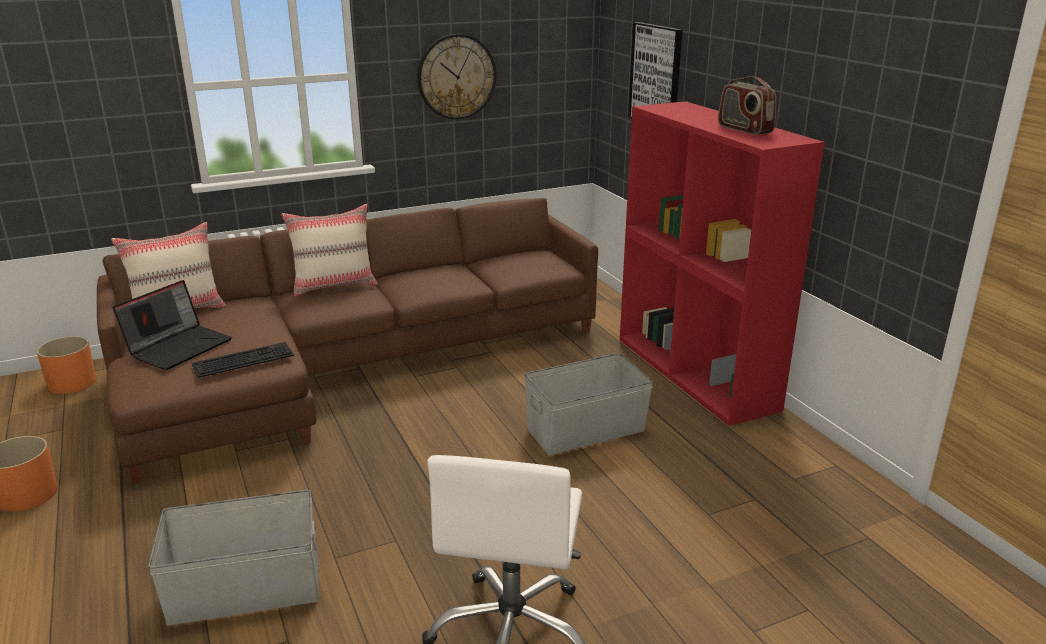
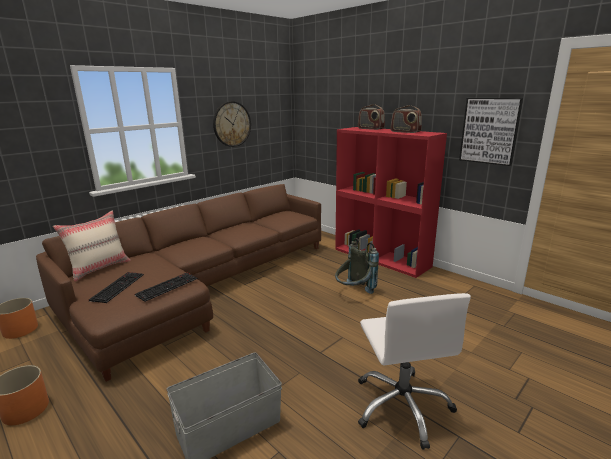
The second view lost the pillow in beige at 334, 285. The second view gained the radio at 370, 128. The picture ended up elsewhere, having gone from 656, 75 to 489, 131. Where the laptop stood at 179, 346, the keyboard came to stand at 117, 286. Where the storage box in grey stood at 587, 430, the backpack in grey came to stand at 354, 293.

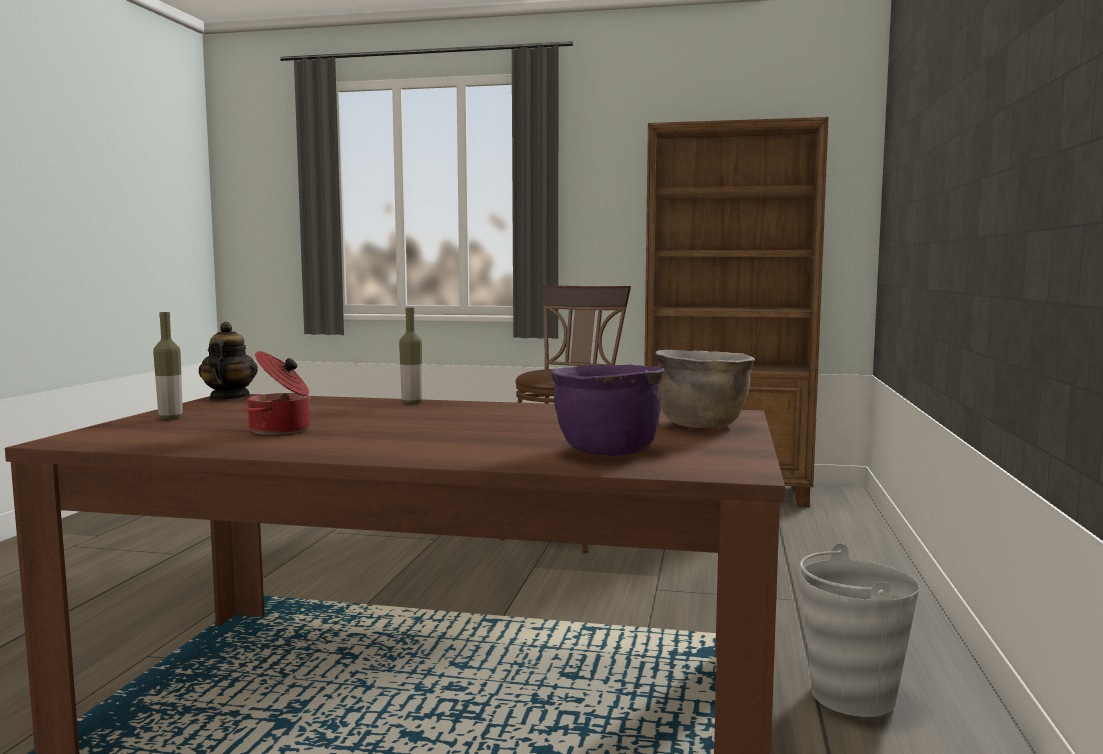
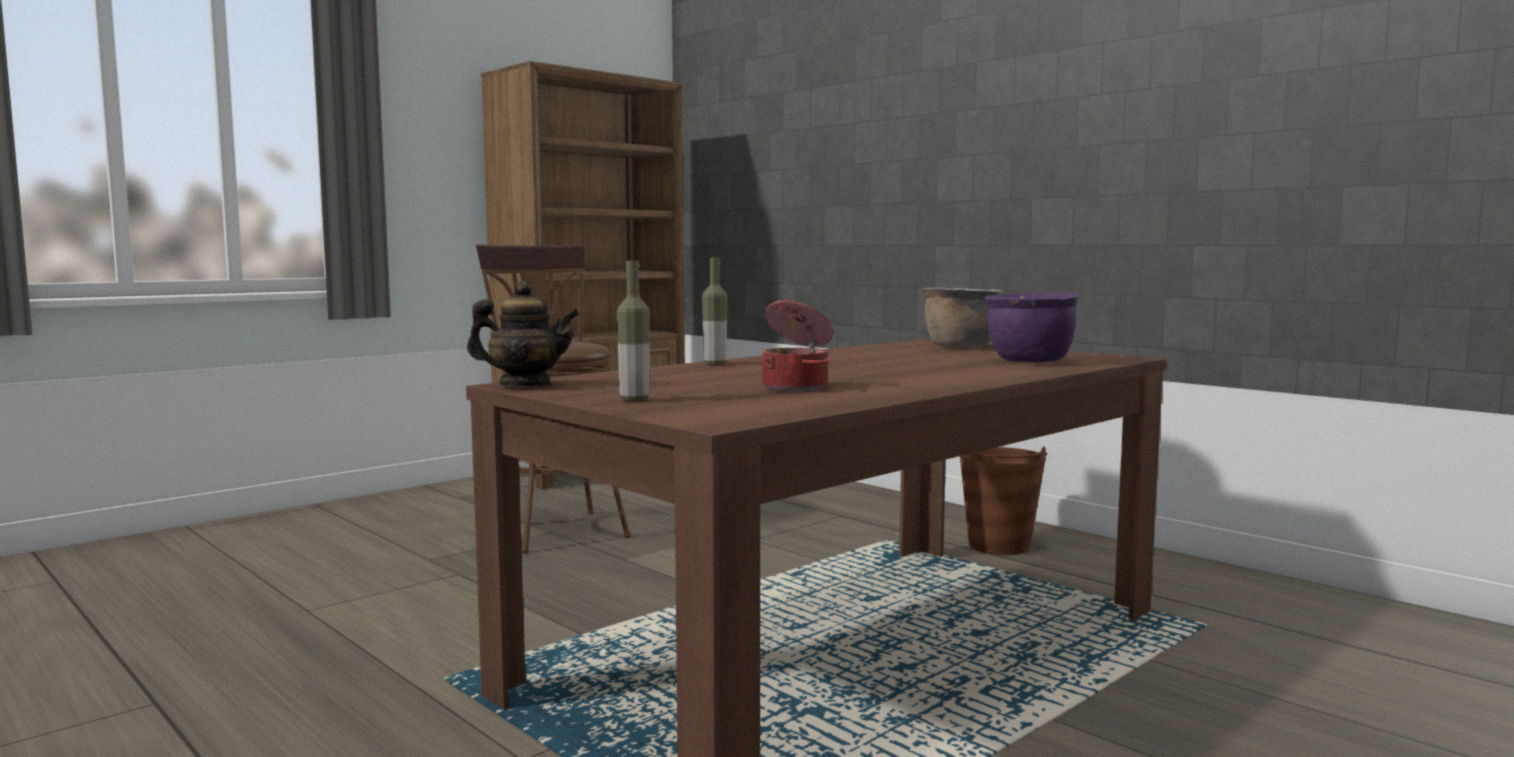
What was the bucket in grey at 851, 696 turned into the bucket in brown at 998, 546. The teapot at 228, 398 ended up facing another way, 150 degrees clockwise from before.

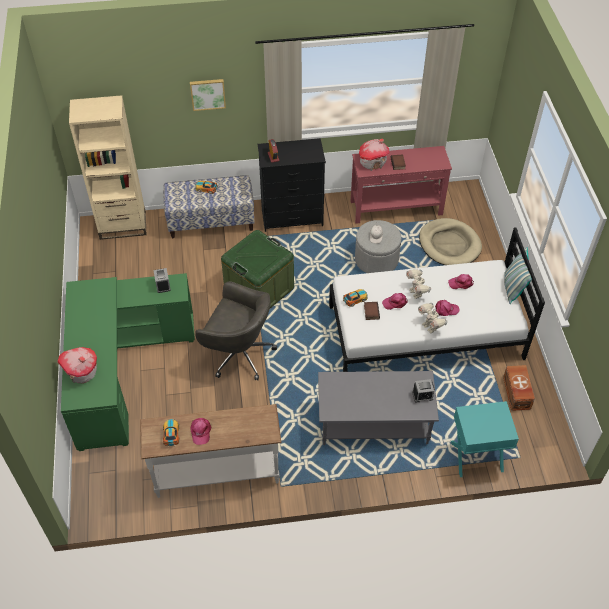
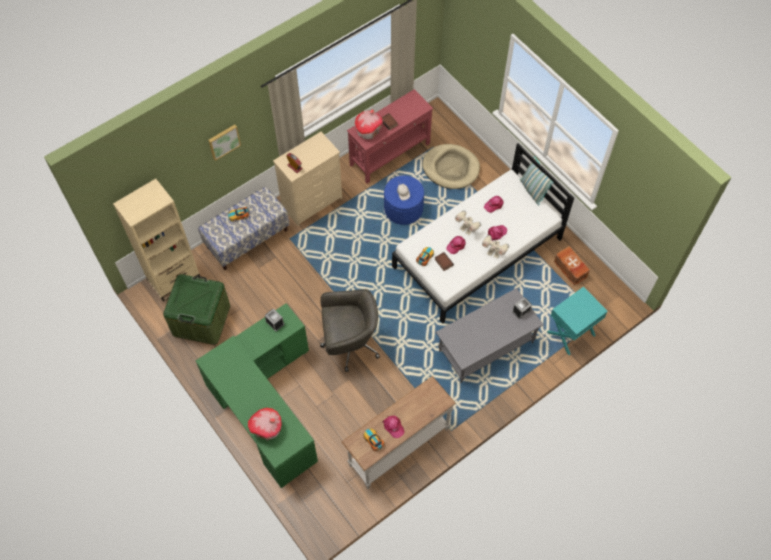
The storage box in green ended up elsewhere, having gone from 259, 289 to 201, 320. What was the dresser in black at 292, 217 turned into the dresser in beige at 312, 202. What was the ottoman in grey at 376, 260 turned into the ottoman in blue at 403, 209.

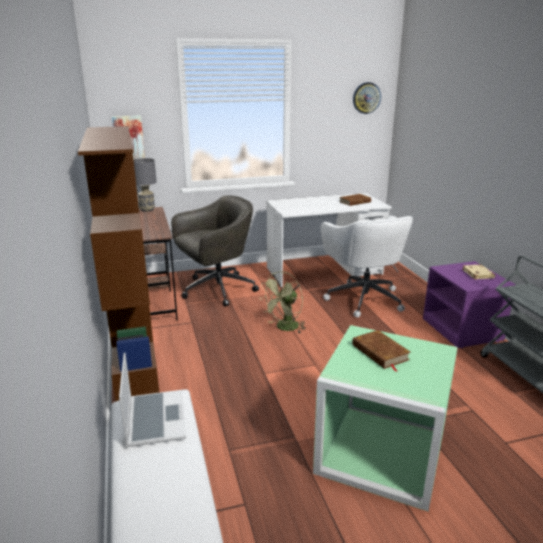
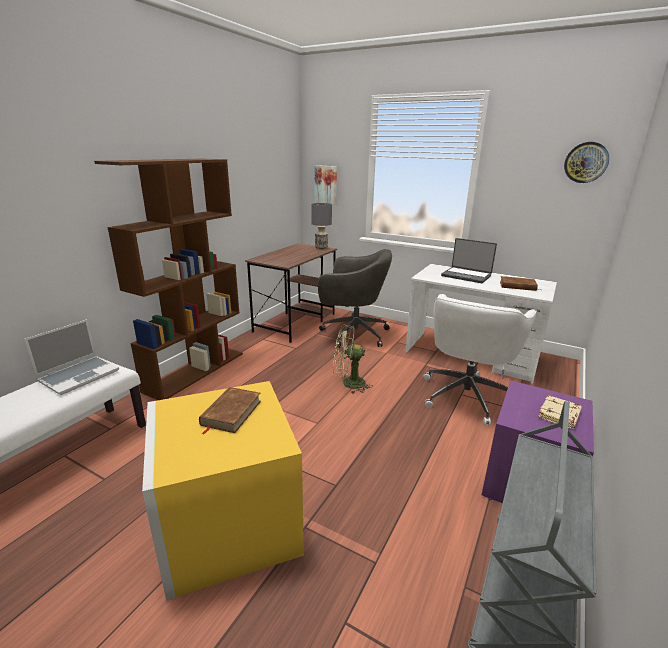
The second view gained the laptop at 466, 276. What was the storage box in green at 378, 453 turned into the storage box in yellow at 227, 522.

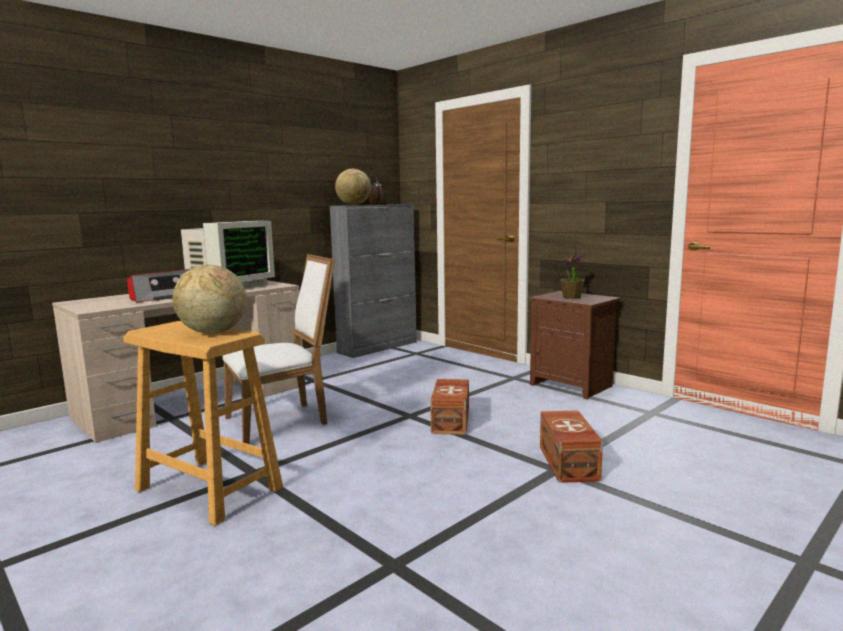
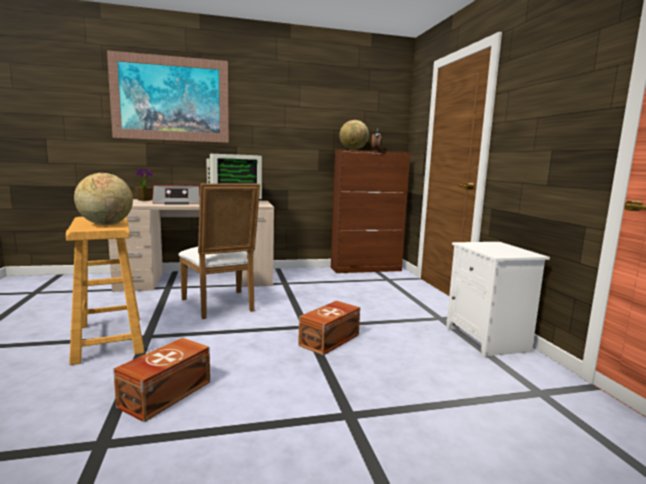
The second view gained the picture at 171, 99. The storage box in brown ended up elsewhere, having gone from 567, 463 to 164, 394. The potted plant ended up elsewhere, having gone from 572, 297 to 144, 200. What was the cabinet in grey at 378, 347 turned into the cabinet in brown at 366, 269. What was the nightstand in brown at 573, 386 turned into the nightstand in white at 488, 340. The chair in white at 282, 420 ended up facing another way, 60 degrees clockwise from before.

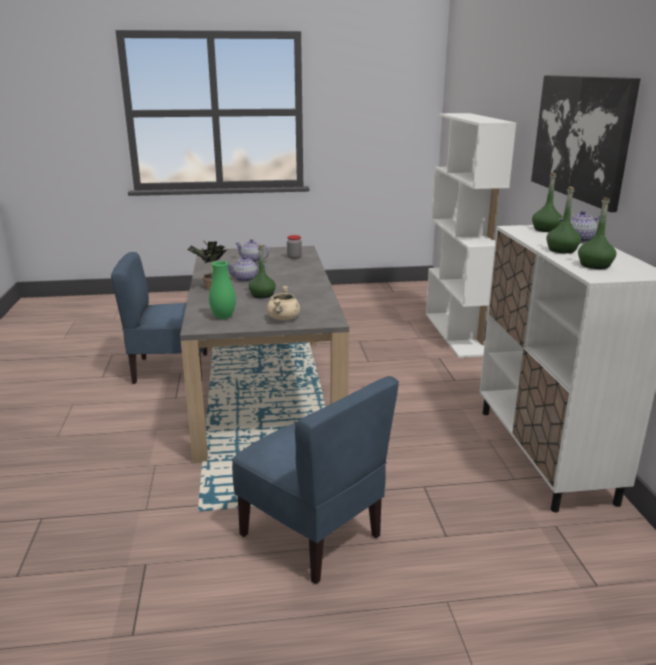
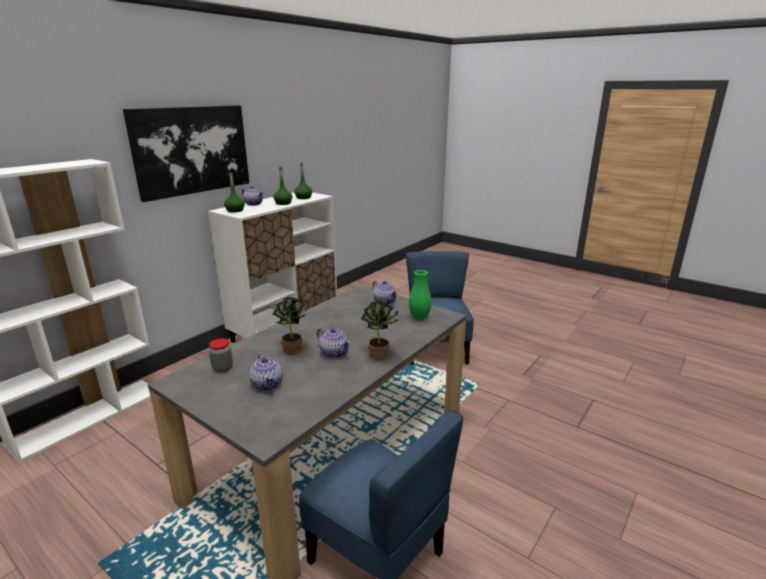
The second view lost the bottle in green at 262, 295. The second view gained the potted plant at 294, 350. Where the cooking pot in beige stood at 283, 318, the teapot came to stand at 384, 301.

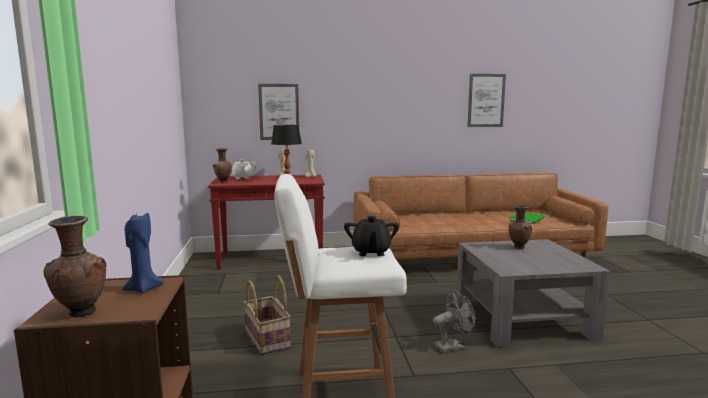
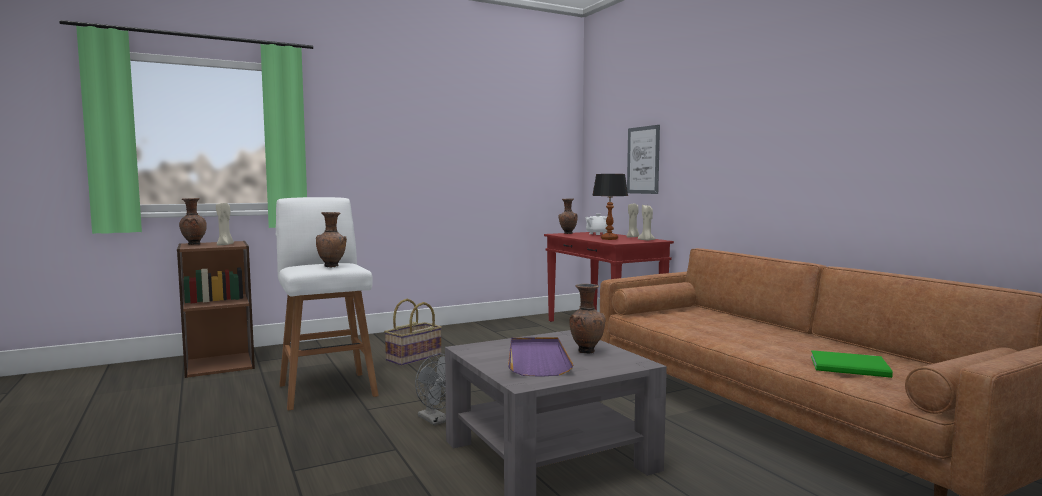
The second view lost the picture at 486, 100. The second view gained the tray in purple at 537, 359. Where the teapot in black stood at 371, 252, the vase in brown came to stand at 332, 266. What was the candle in blue at 143, 289 turned into the candle in beige at 225, 245.

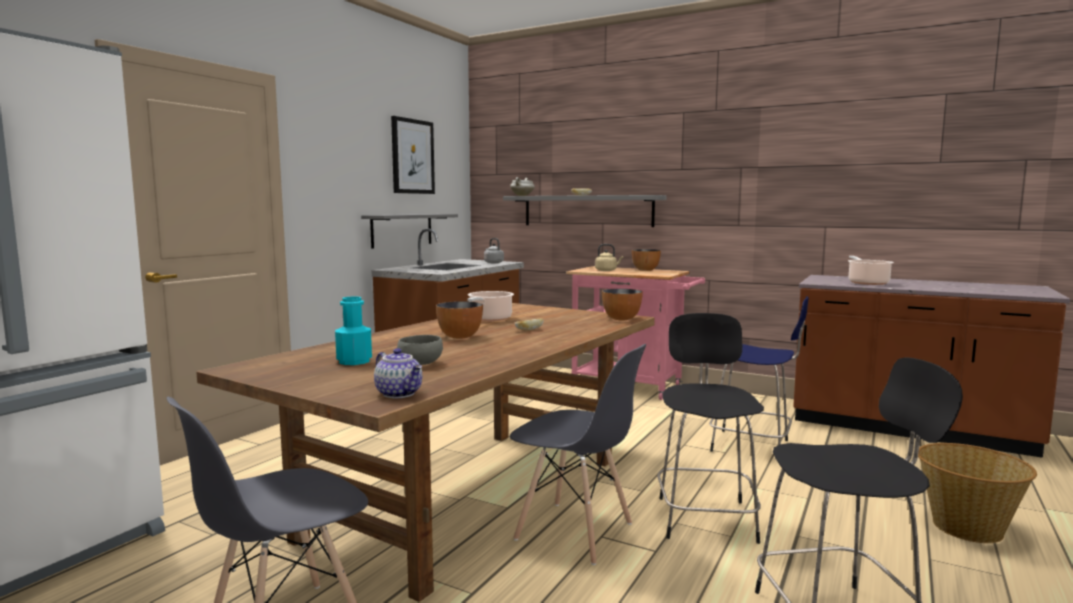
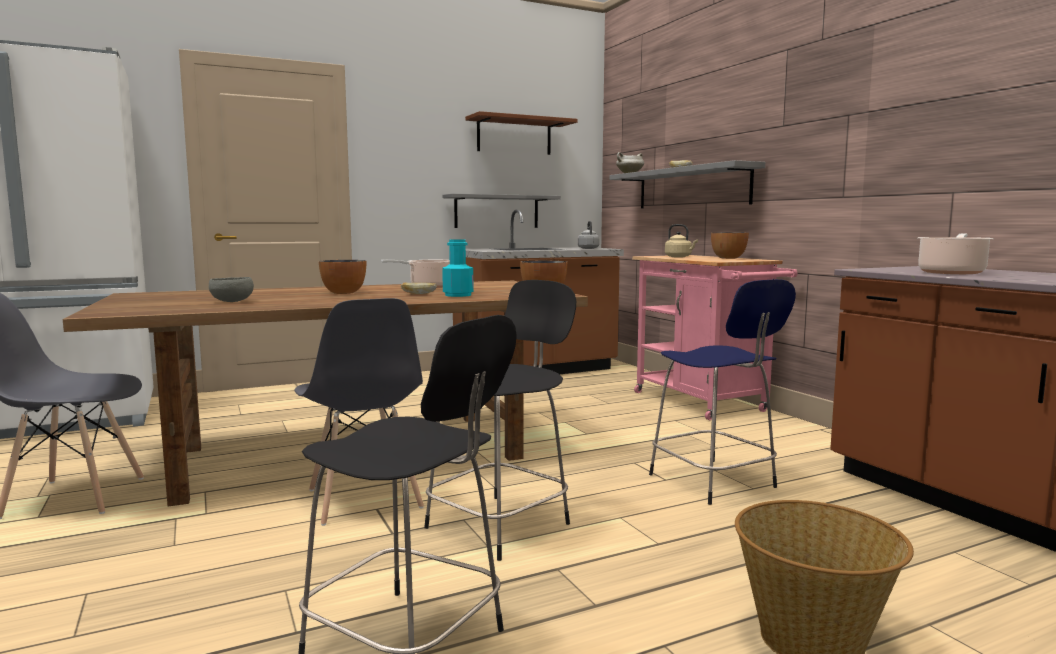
The second view lost the teapot at 400, 393. The bottle in turquoise ended up elsewhere, having gone from 354, 361 to 458, 295. Where the picture hung at 412, 156, the shelf in brown came to hang at 514, 136.

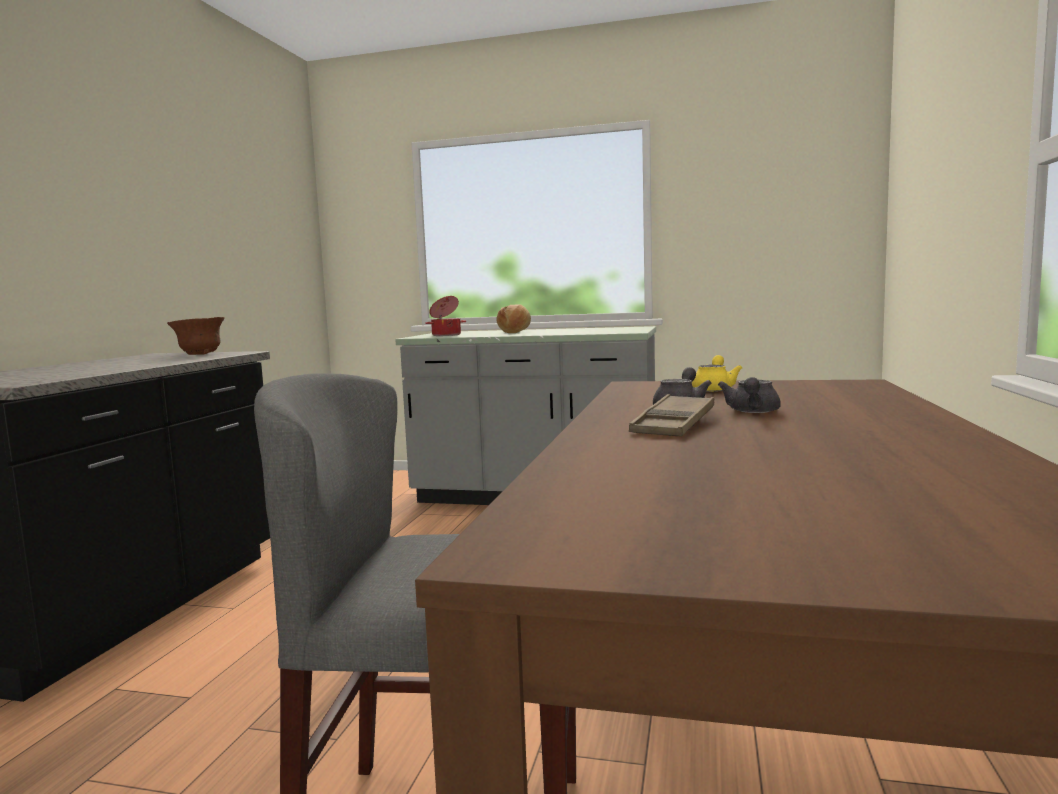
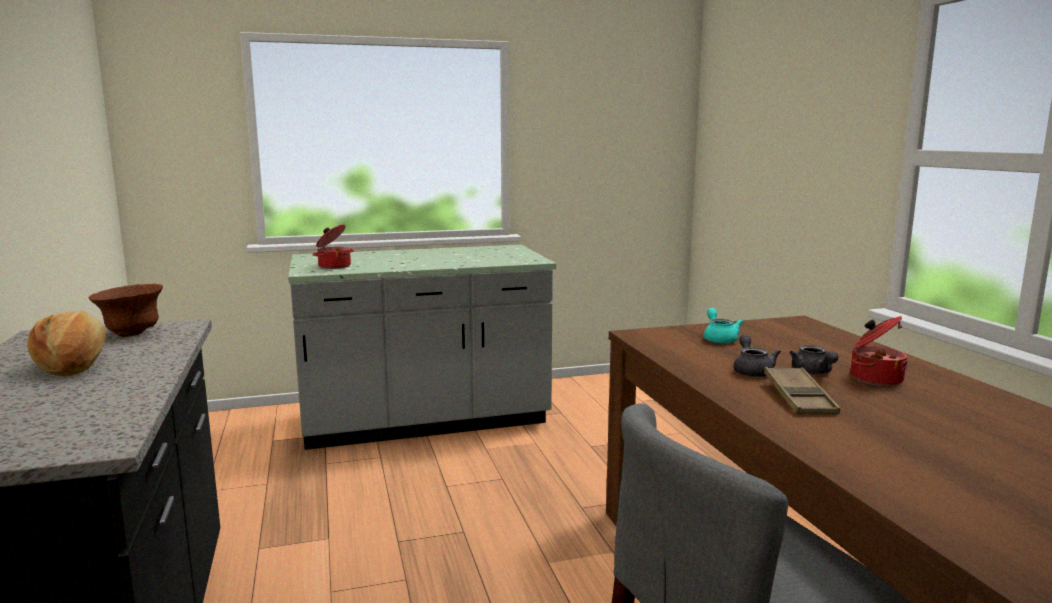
The second view gained the cooking pot at 874, 378. The bread ended up elsewhere, having gone from 515, 332 to 74, 365. What was the teapot in yellow at 714, 389 turned into the teapot in turquoise at 719, 339.

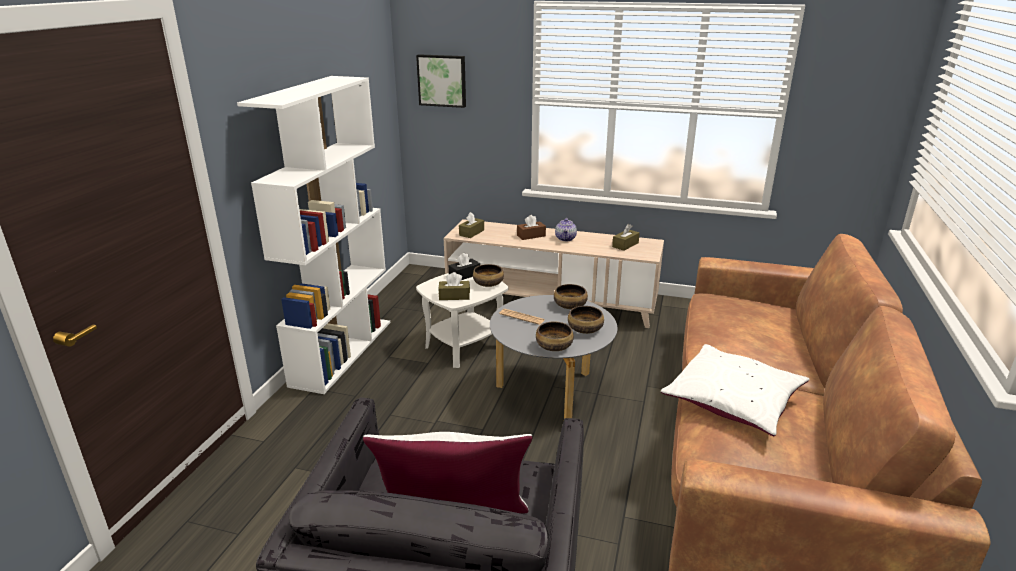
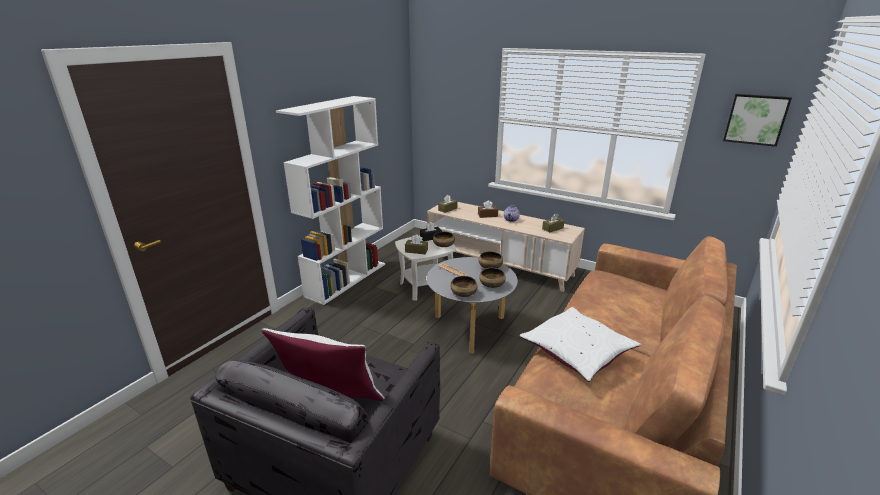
The picture ended up elsewhere, having gone from 442, 80 to 755, 119.

